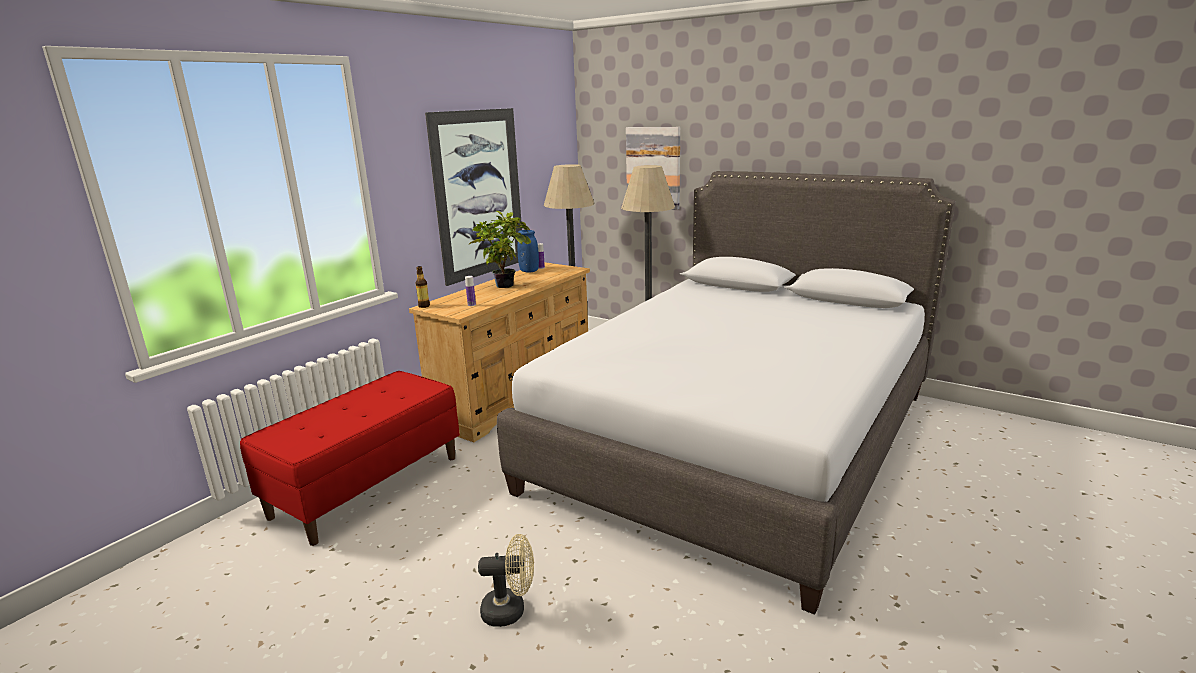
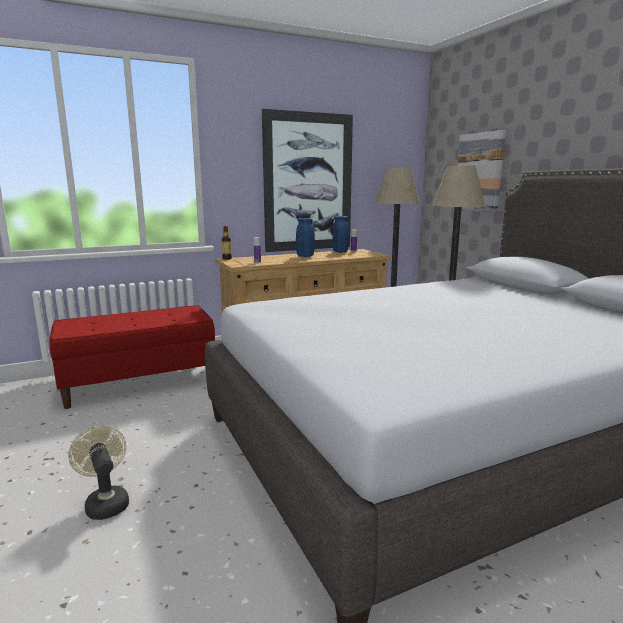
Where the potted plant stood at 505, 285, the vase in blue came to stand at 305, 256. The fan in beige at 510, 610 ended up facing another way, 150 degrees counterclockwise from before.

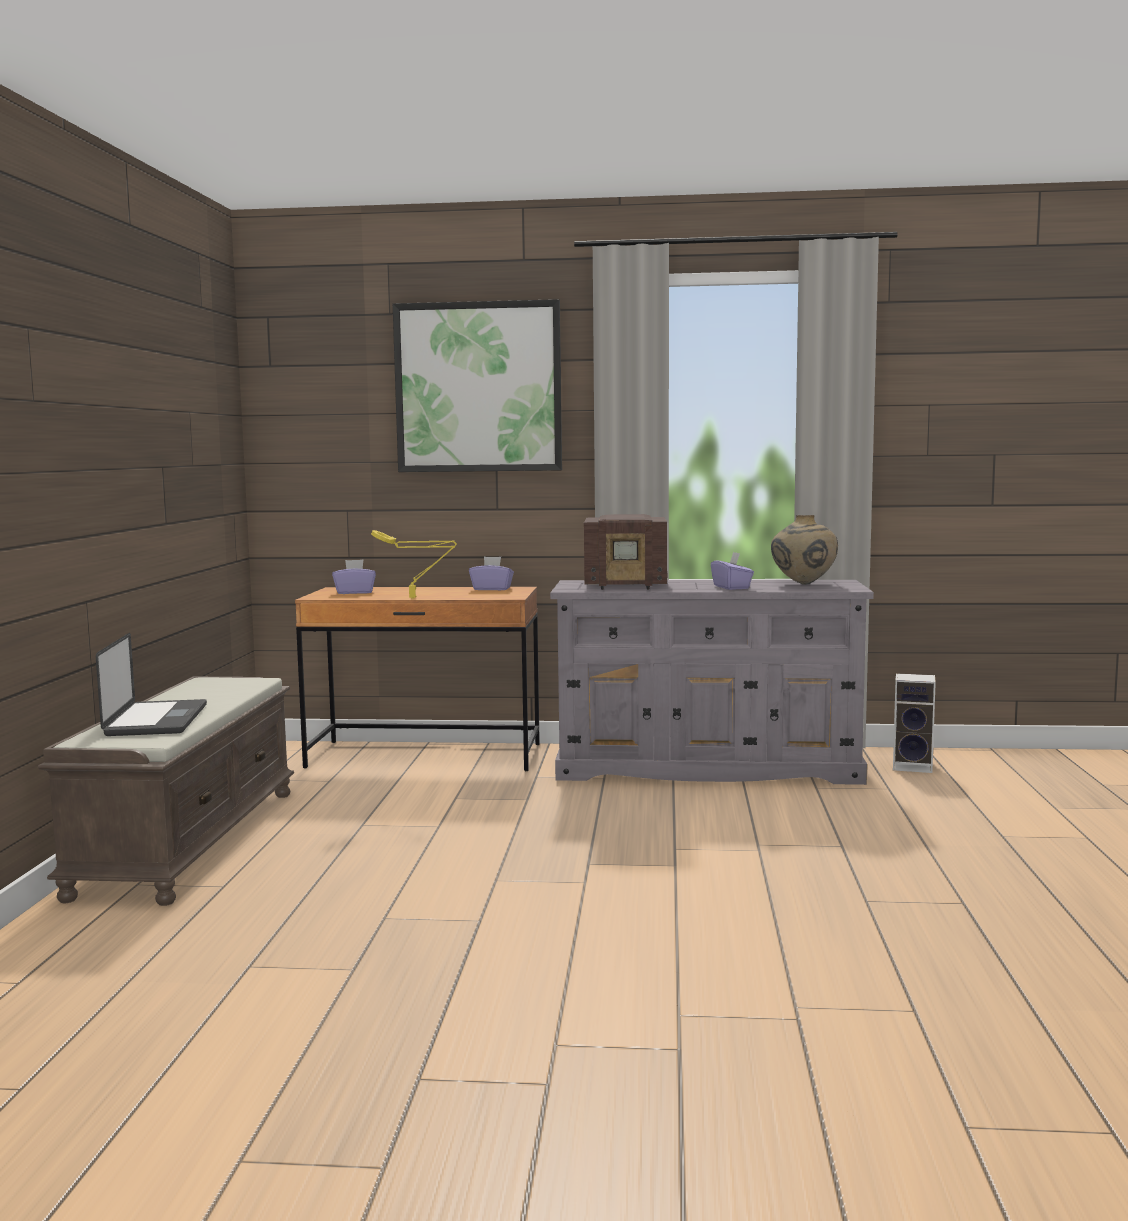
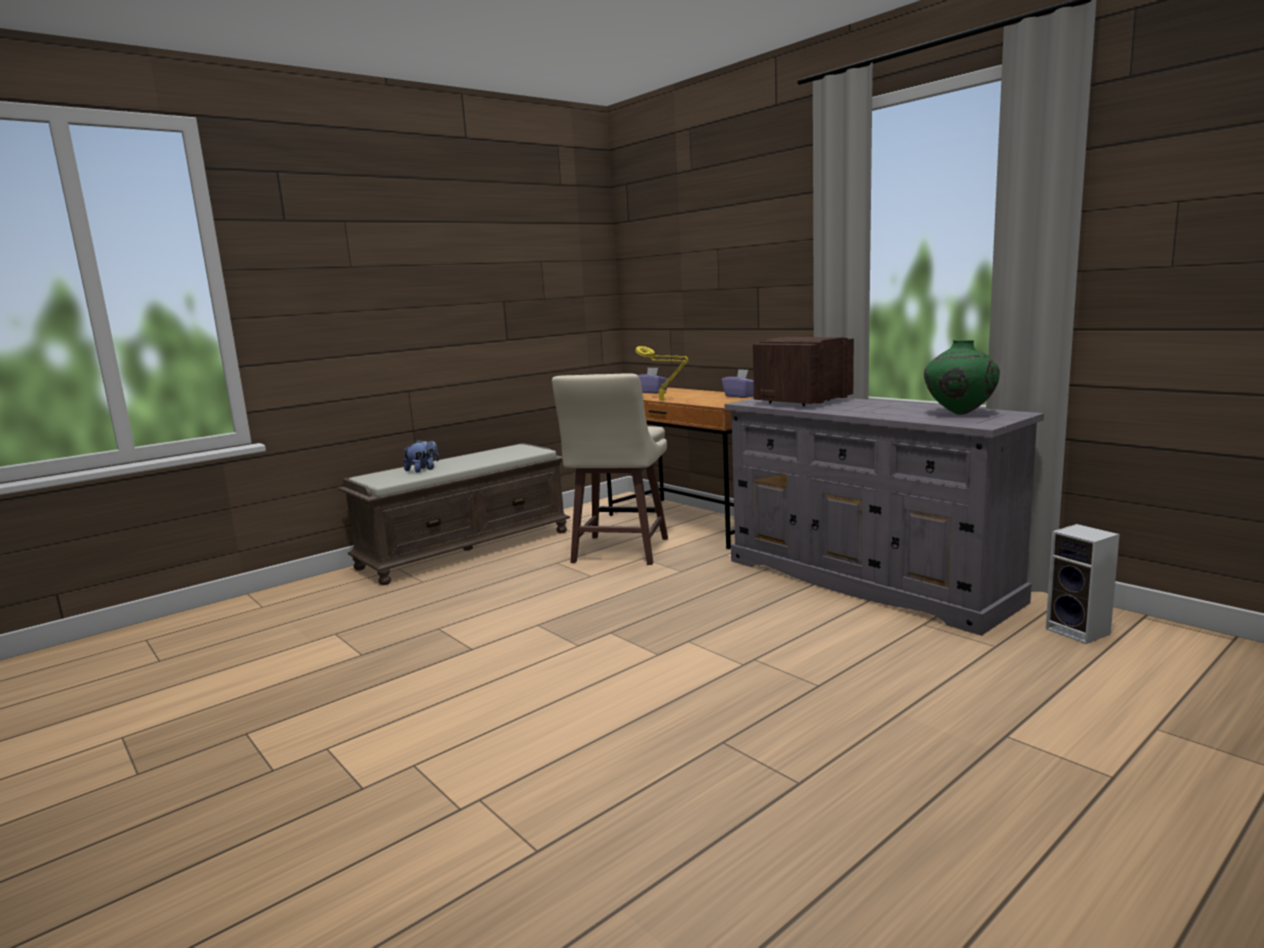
The second view lost the picture at 478, 387. The second view lost the tissue box in purple at 732, 587. The second view gained the stool in beige at 619, 551. Where the laptop stood at 156, 720, the plush toy came to stand at 423, 470. What was the vase in beige at 803, 584 turned into the vase in green at 959, 414. The radio at 627, 586 ended up facing another way, 90 degrees clockwise from before.

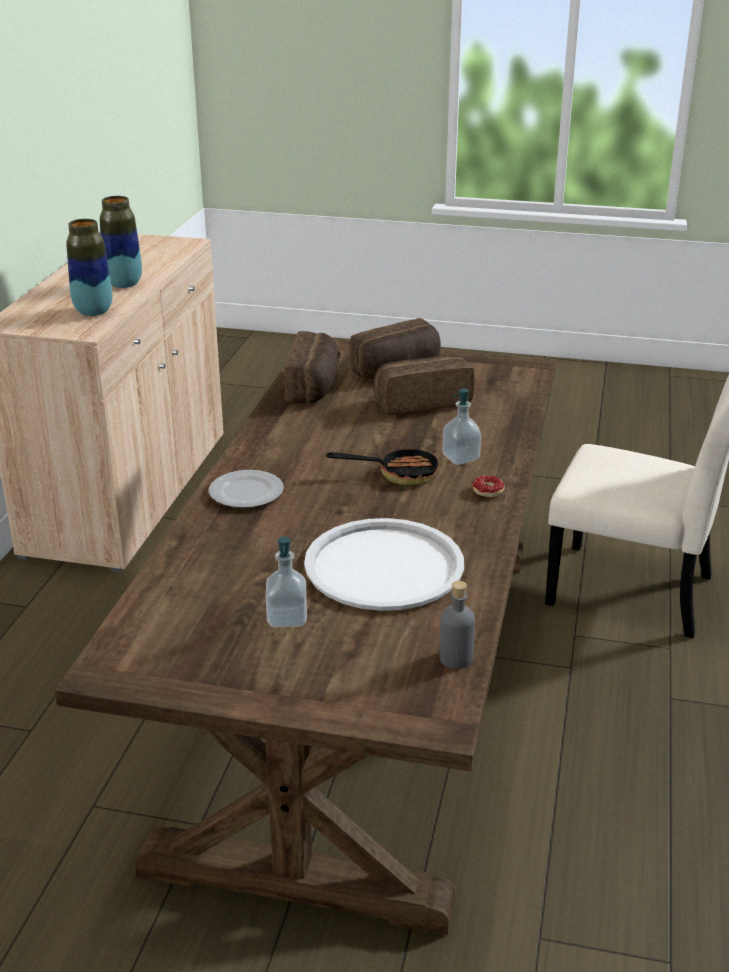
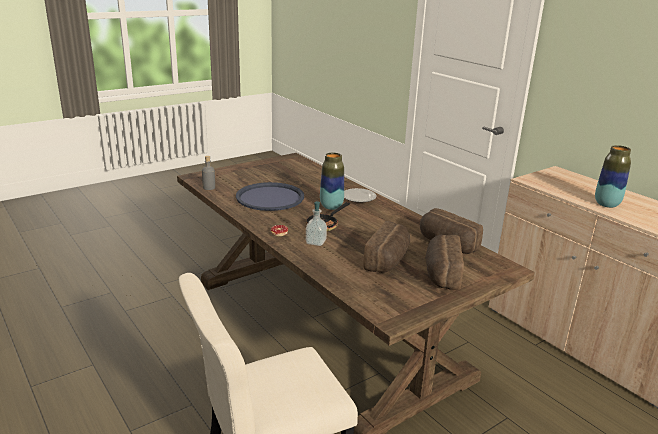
The second view lost the soap dispenser at 287, 618. The vase ended up elsewhere, having gone from 93, 312 to 331, 207. What was the tray in white at 384, 566 turned into the tray in blue at 270, 198.

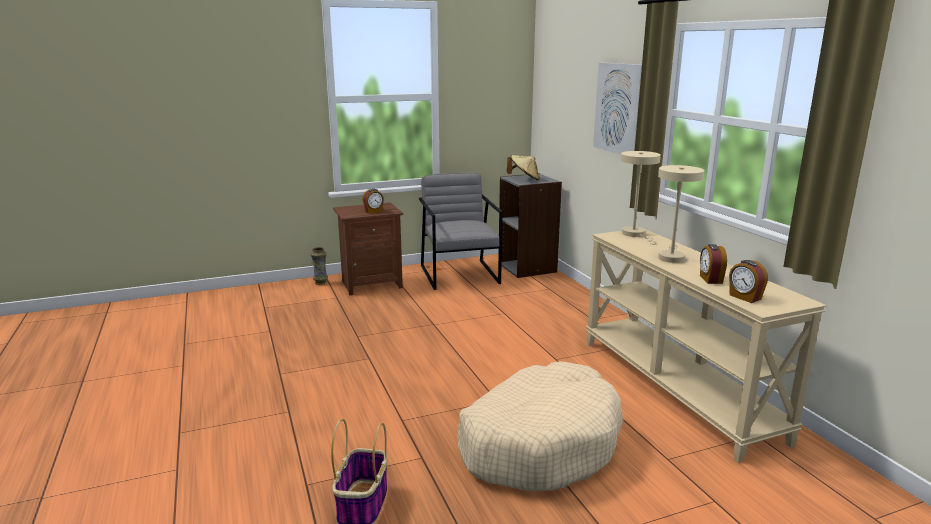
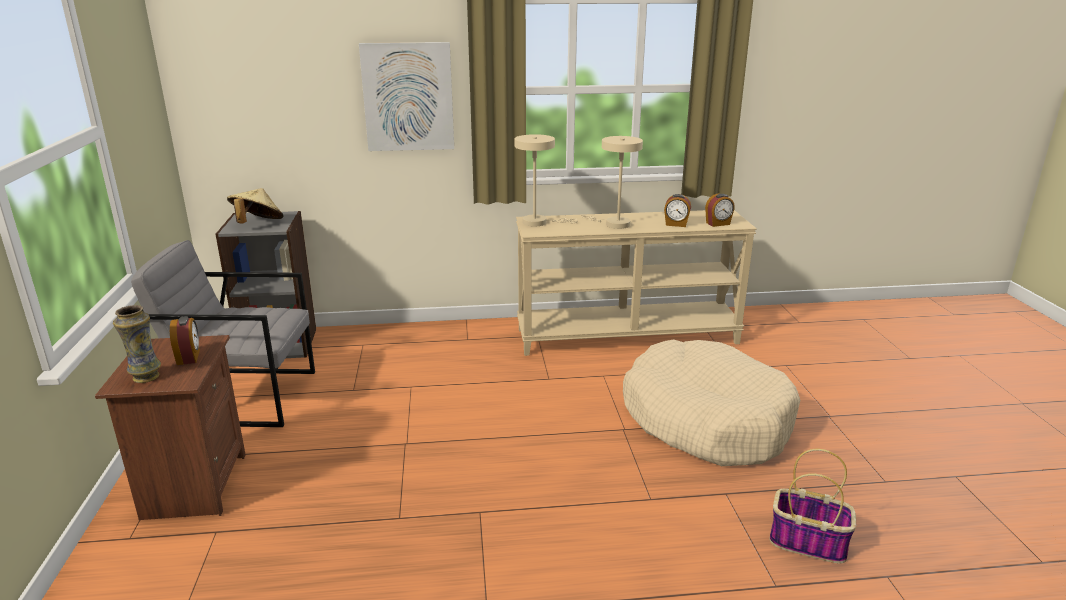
The vase ended up elsewhere, having gone from 320, 282 to 145, 377.

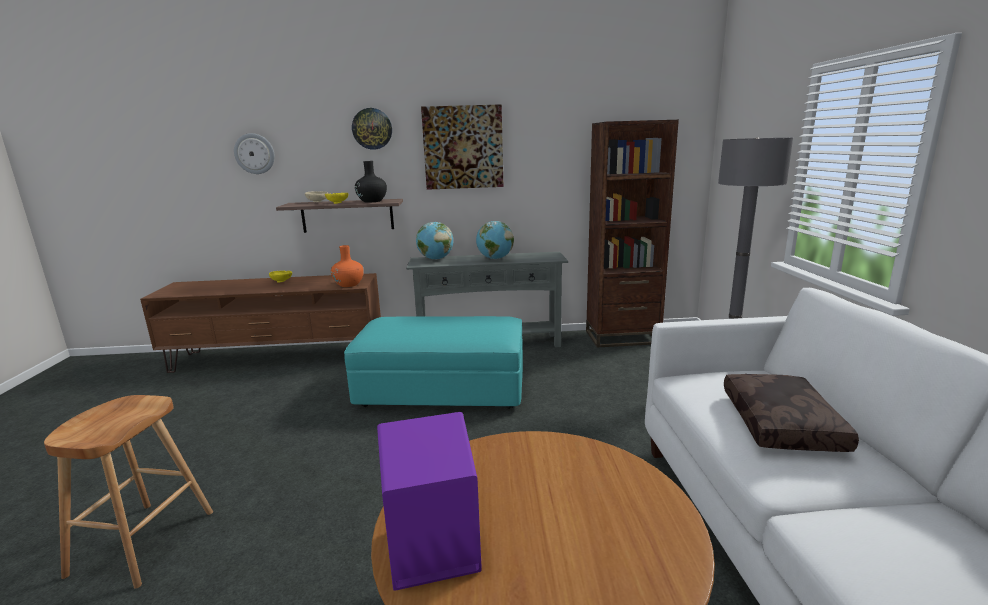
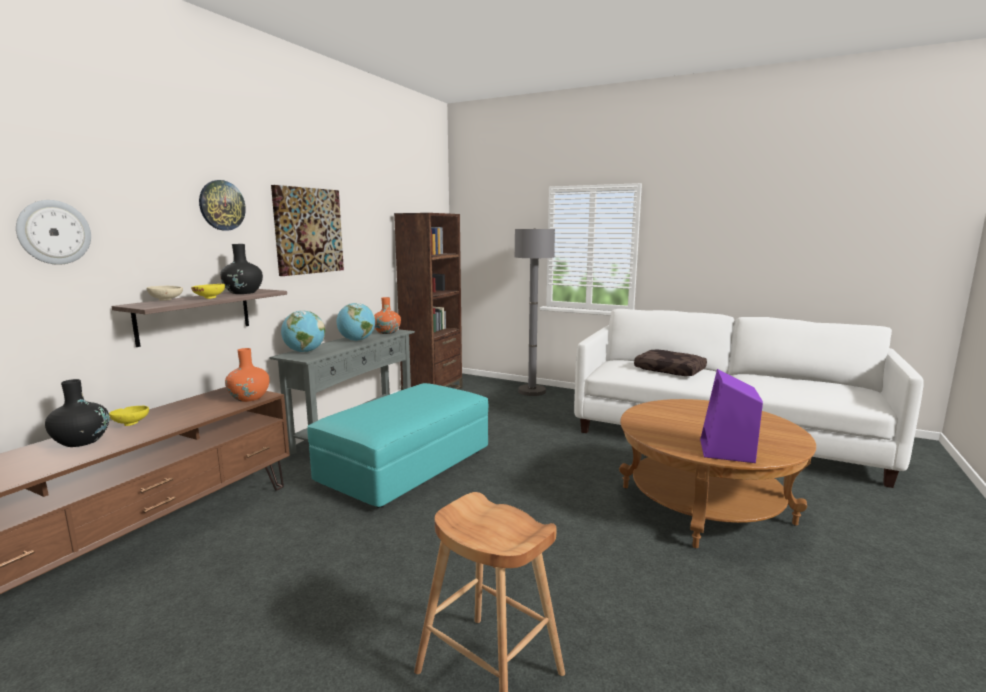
The second view gained the vase in black at 81, 441. The second view gained the vase in orange at 387, 332.

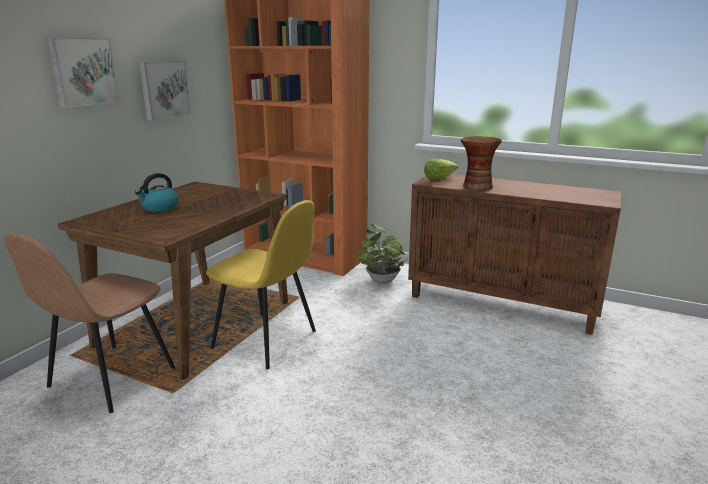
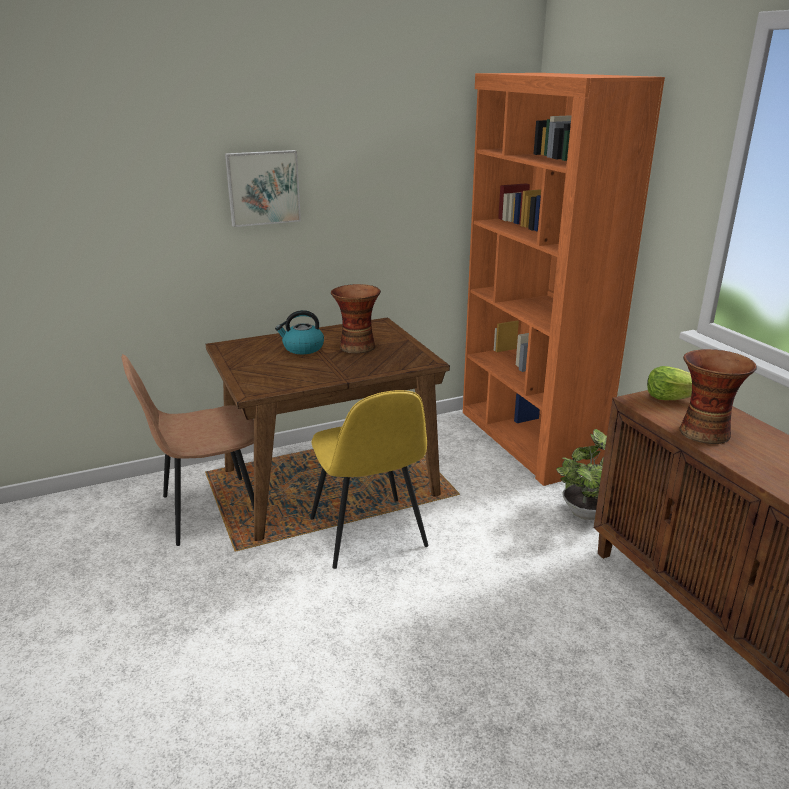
The second view lost the picture at 164, 89. The second view gained the vase at 356, 346.

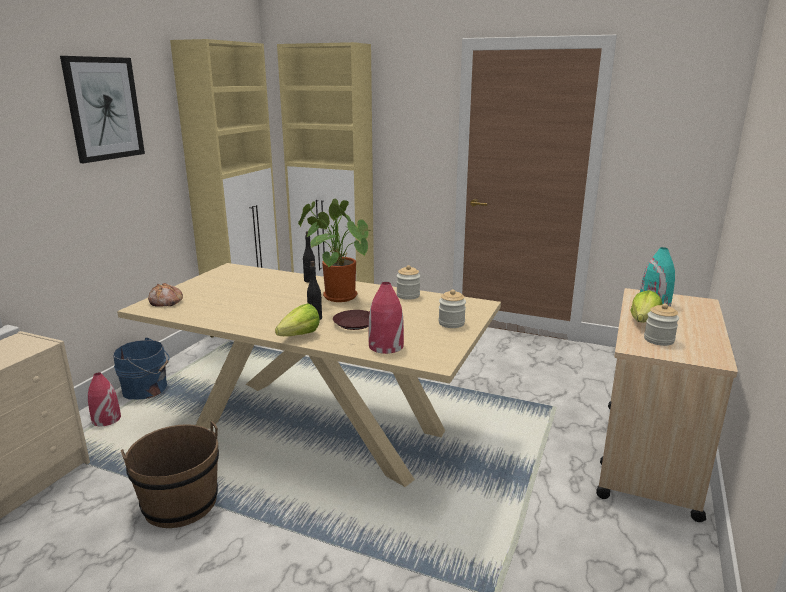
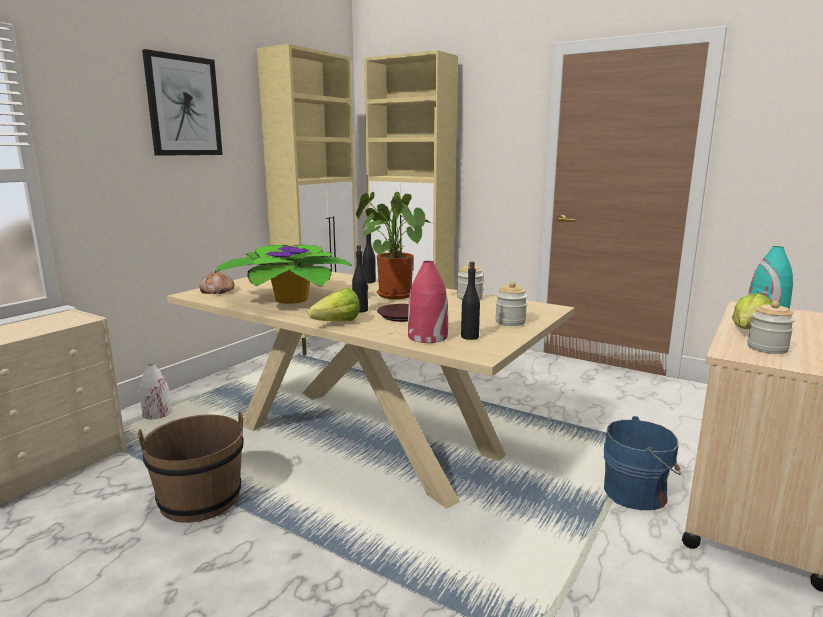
The second view gained the potted plant at 288, 300. The second view gained the bottle in black at 470, 337. The bucket in blue ended up elsewhere, having gone from 147, 389 to 638, 492. What was the vase in red at 106, 419 turned into the vase in white at 157, 413.

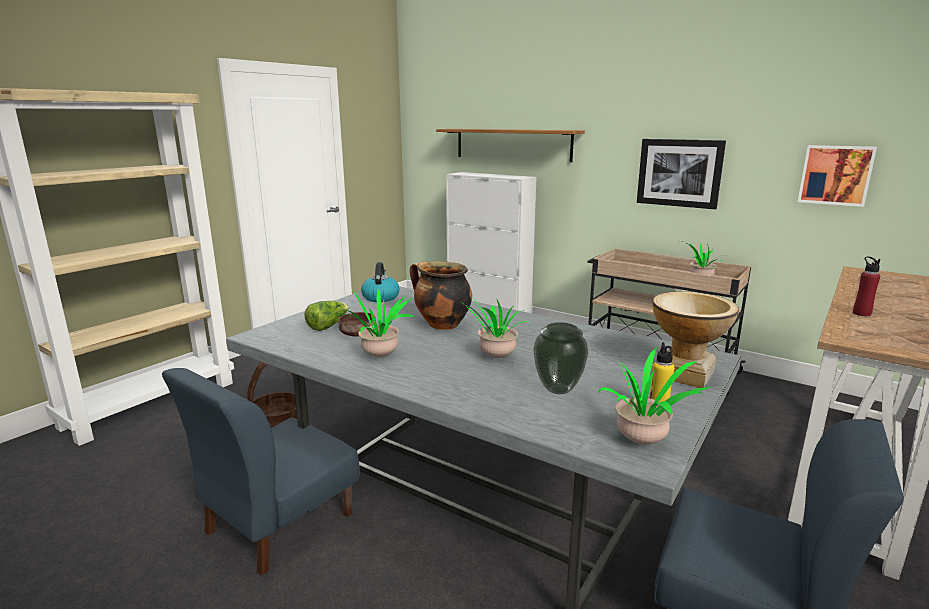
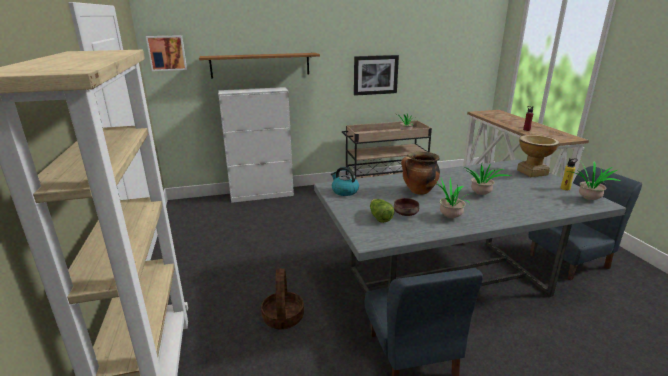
The second view lost the vase at 557, 389. The picture ended up elsewhere, having gone from 836, 175 to 167, 53.

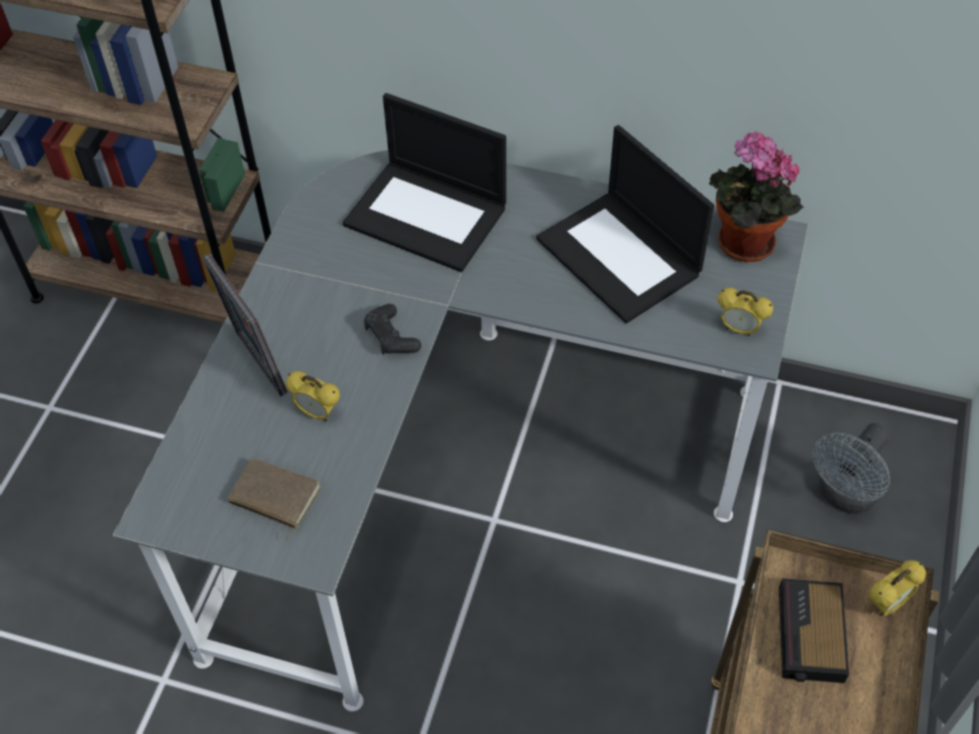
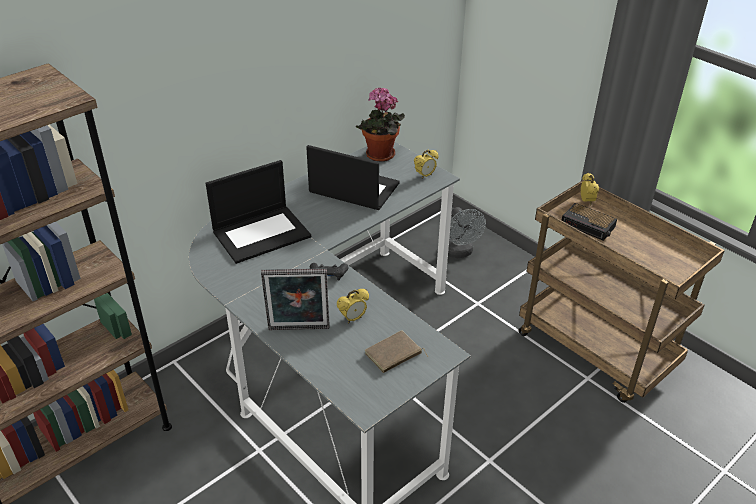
The laptop at 621, 257 ended up facing another way, 150 degrees counterclockwise from before.

